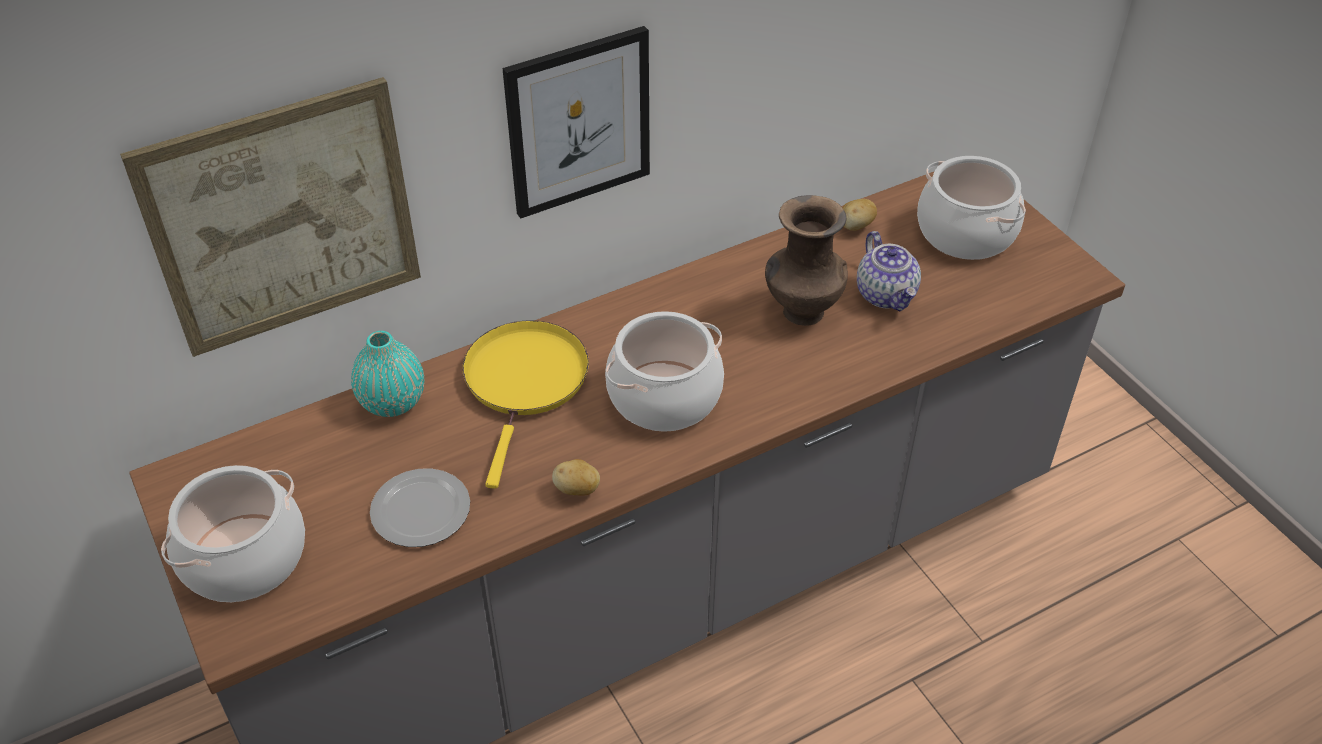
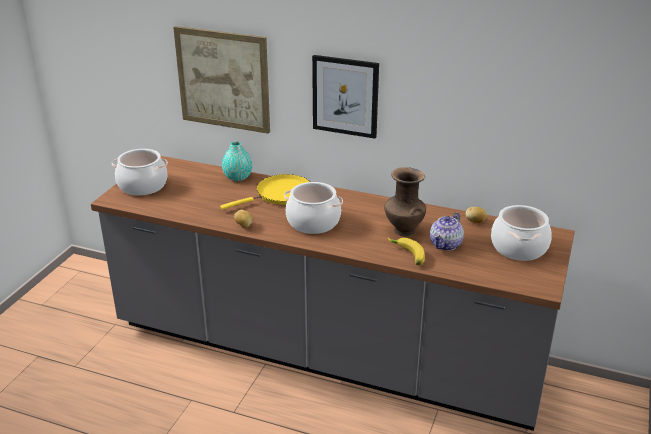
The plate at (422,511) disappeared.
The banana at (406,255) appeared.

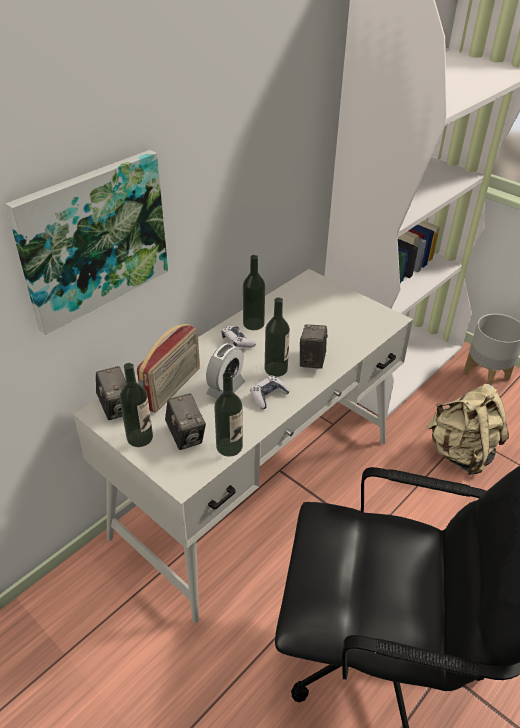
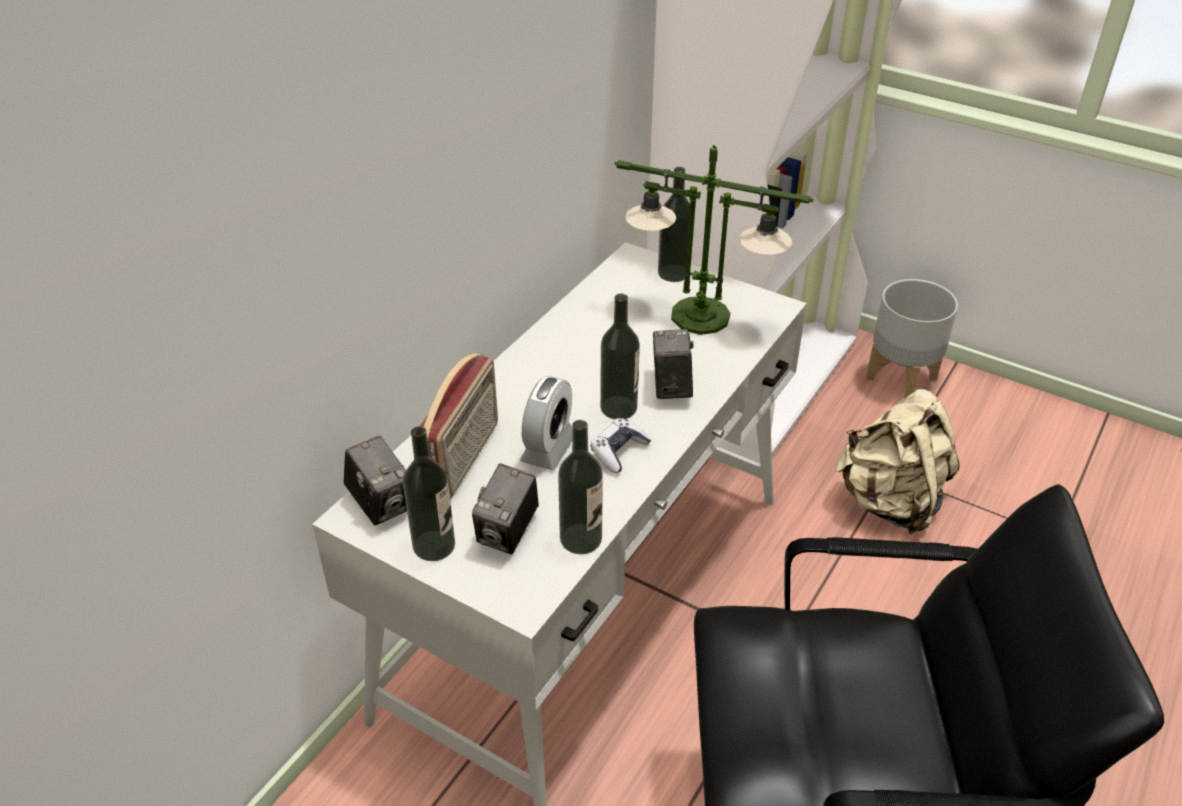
The picture at (93,239) disappeared.
The photo camera at (186,436) turned 60 degrees clockwise.
The game controller at (237,341) disappeared.
The bottle moved from (253,324) to (673,273).
The table lamp at (699,316) appeared.

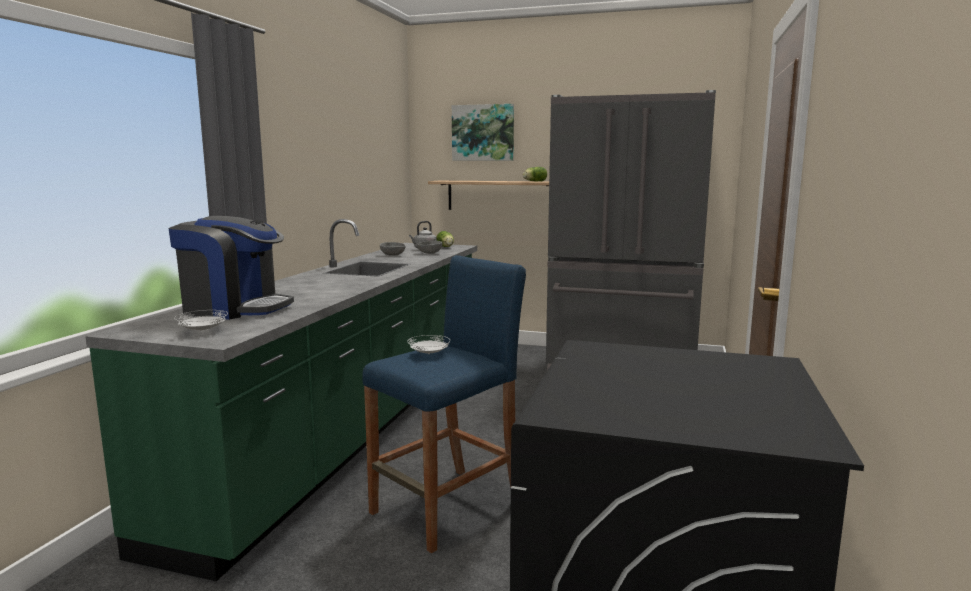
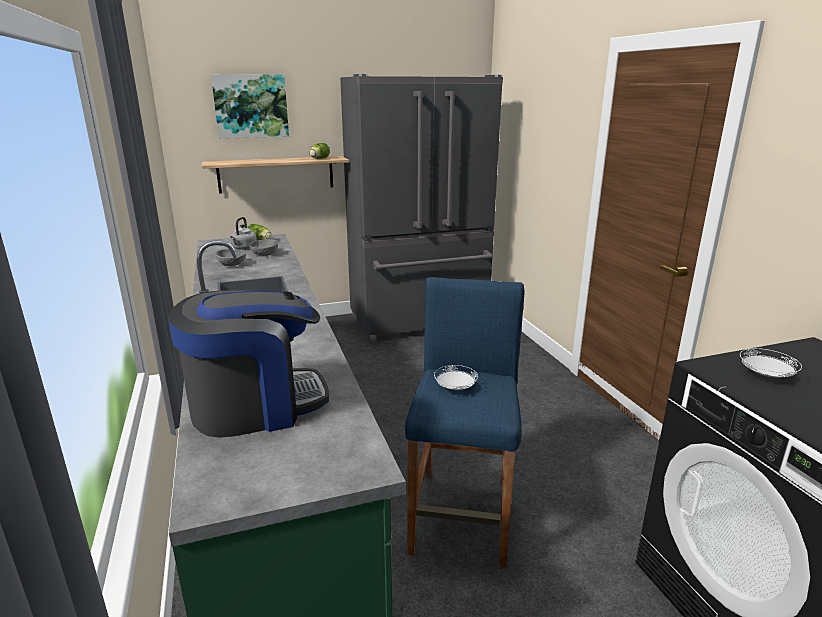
The white plate moved from (202,331) to (766,376).

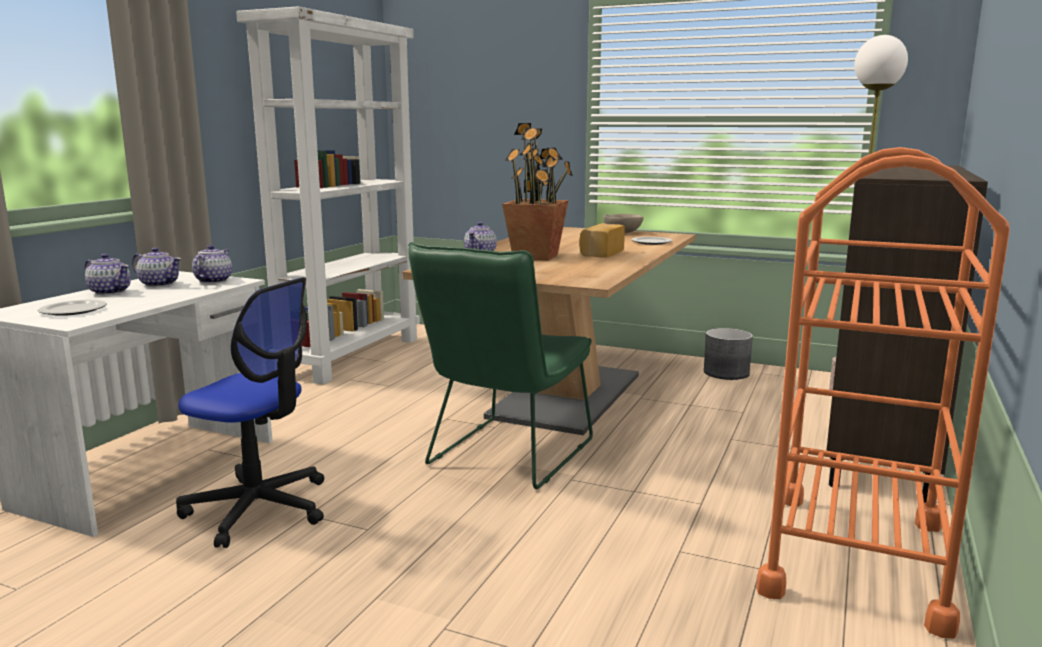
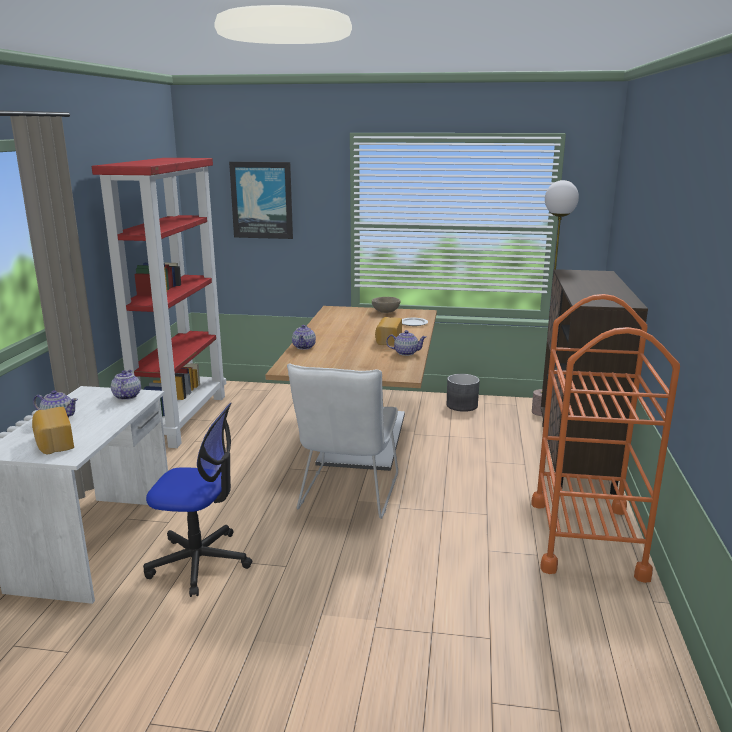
The plate at (72,310) was replaced by the bread at (53,442).
The teapot moved from (159,284) to (405,353).
The white bookcase at (351,356) became the red bookcase at (182,418).
The green chair at (505,456) became the white chair at (347,495).
The potted plant at (536,256) disappeared.
The picture at (262,200) appeared.

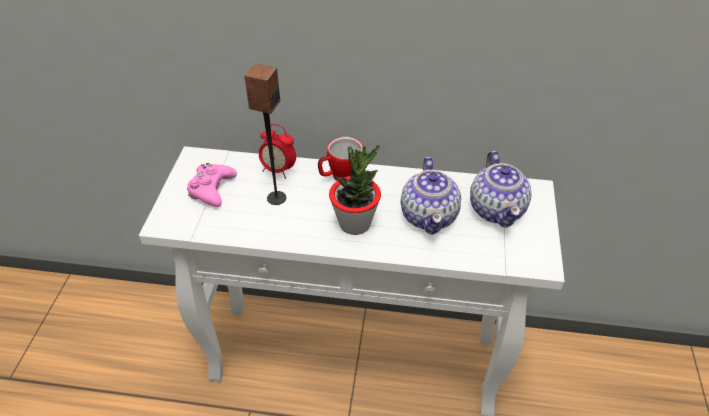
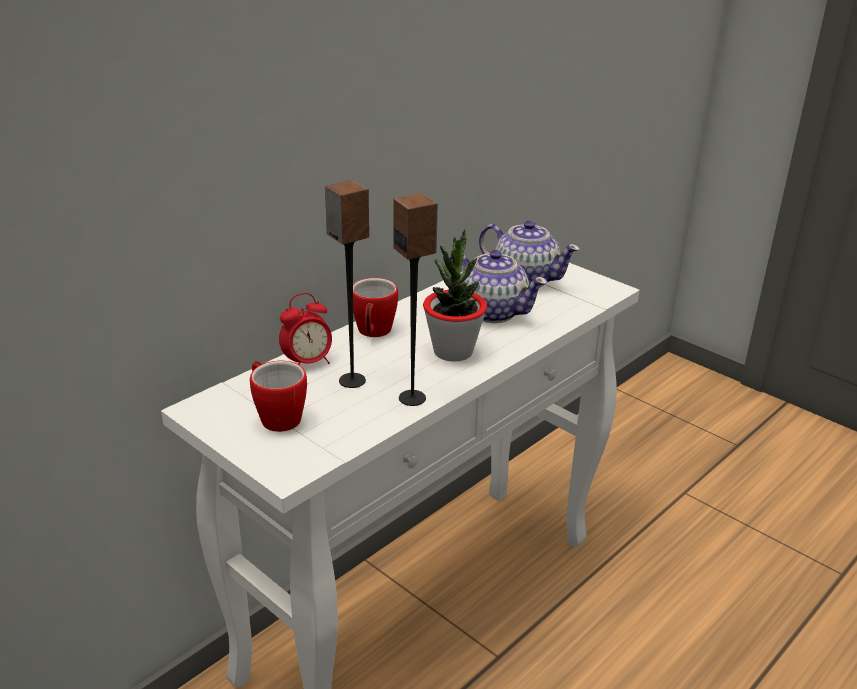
The pink game controller at (212,189) was replaced by the mug at (276,416).
The speaker at (413,398) appeared.

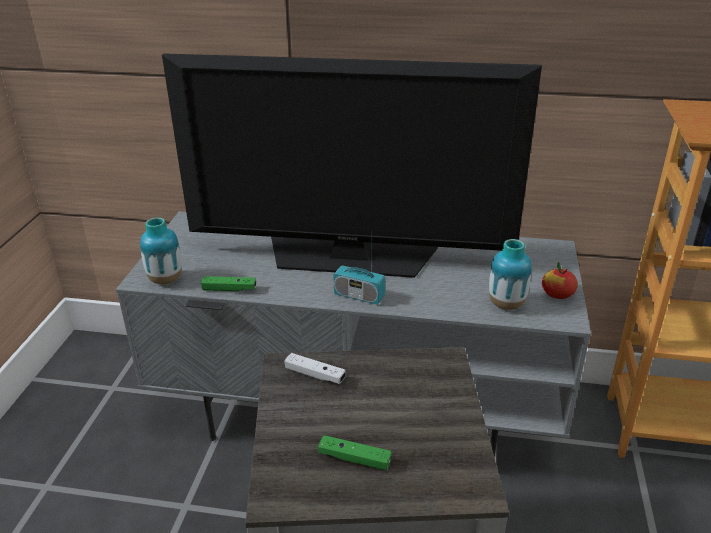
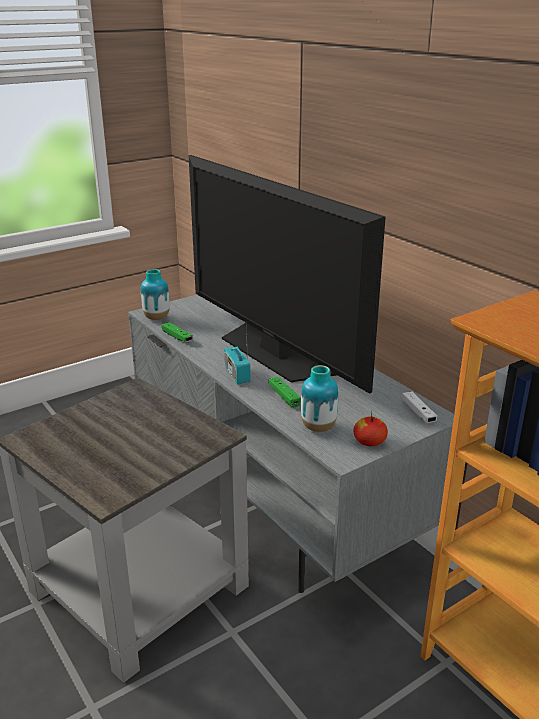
The white game controller moved from (315,375) to (418,412).
The green game controller moved from (354,459) to (284,396).

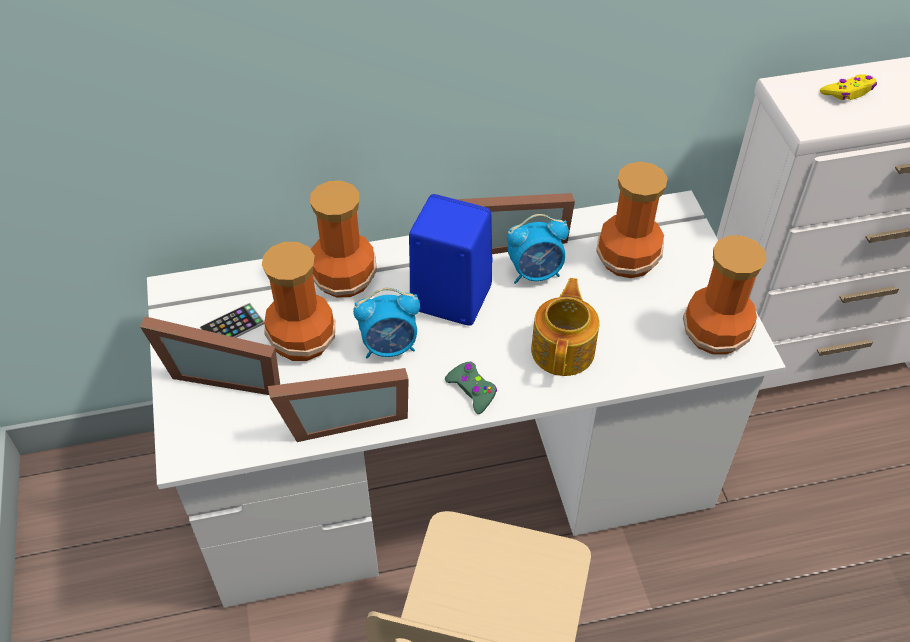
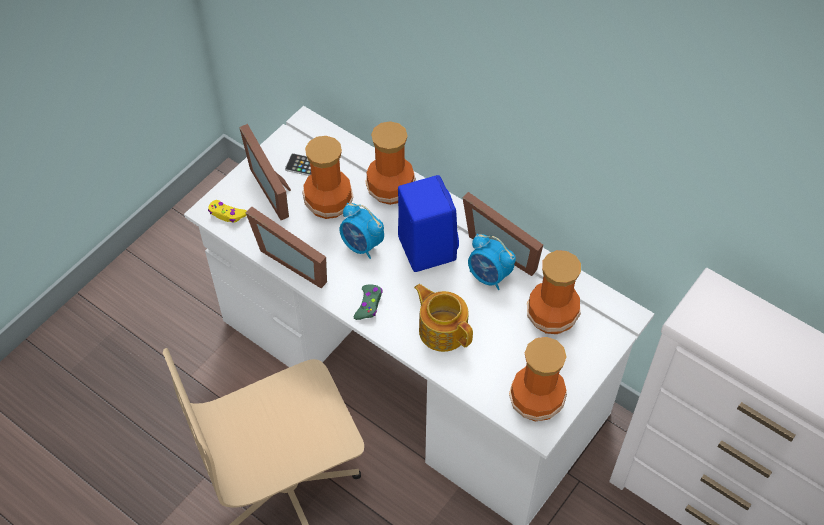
The teapot at (564,349) turned 105 degrees counterclockwise.
The yellow game controller moved from (848,92) to (227,214).

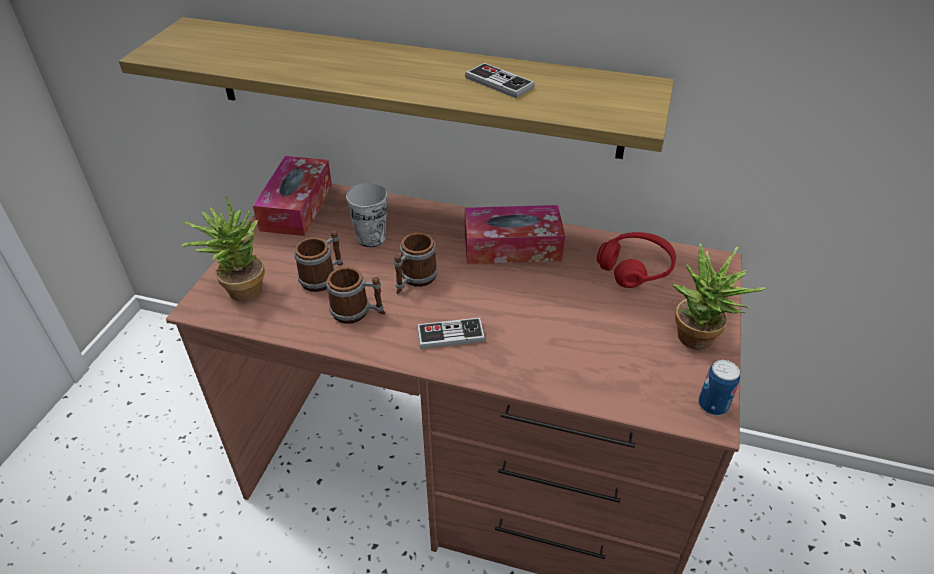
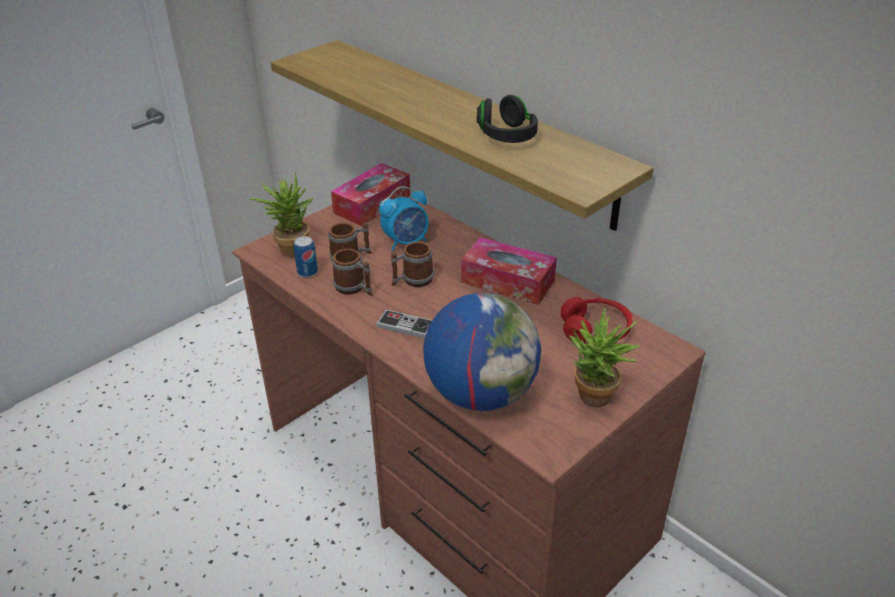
The cup at (371,238) was replaced by the alarm clock at (406,242).
The game controller at (499,82) was replaced by the black headphones at (506,136).
The can moved from (713,405) to (307,272).
The globe at (481,393) appeared.

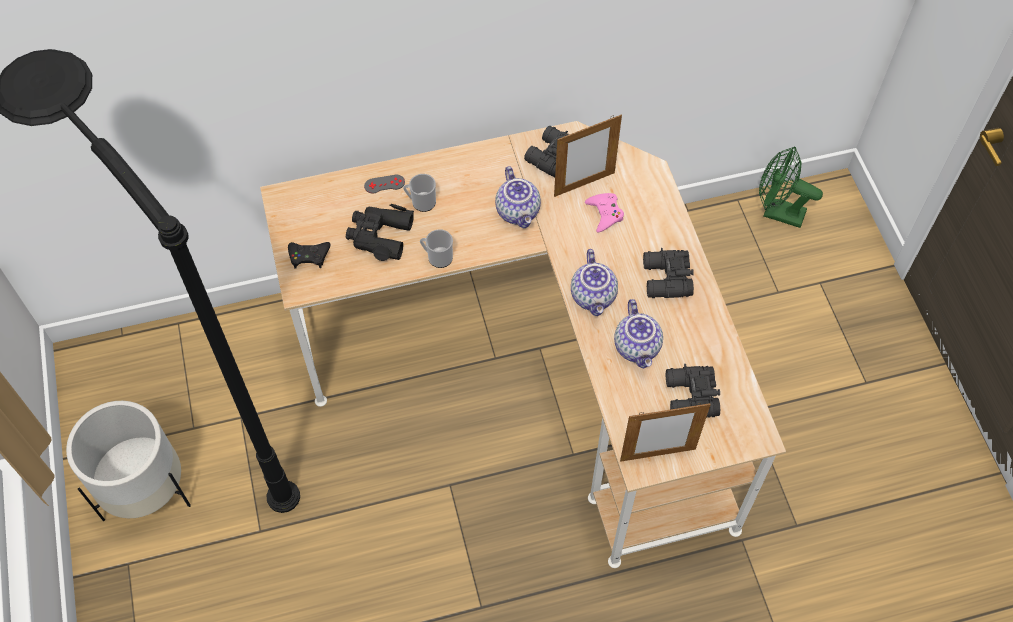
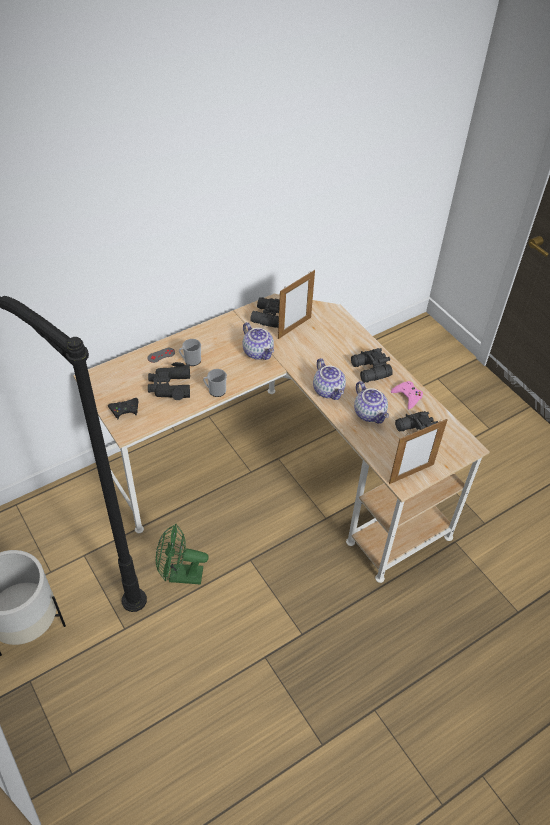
The pink game controller moved from (605,214) to (407,396).
The green fan moved from (777,212) to (180,575).

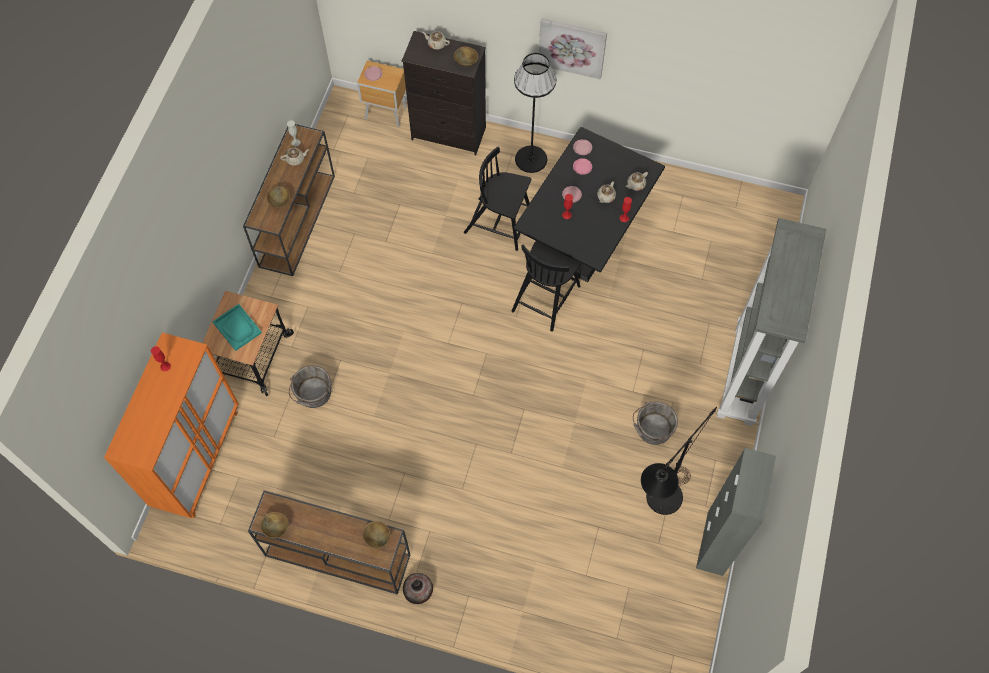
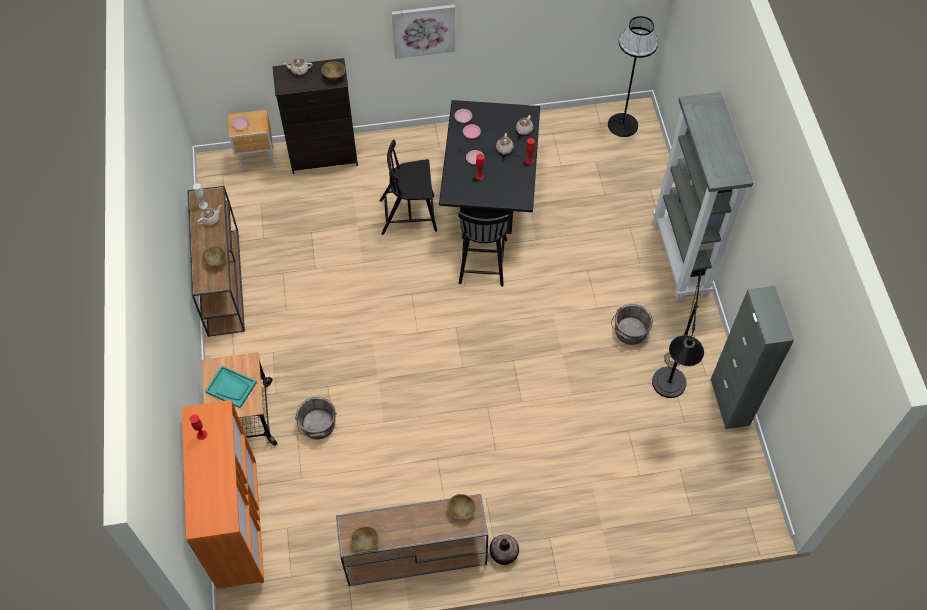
The black floor lamp moved from (531,159) to (622,124).

